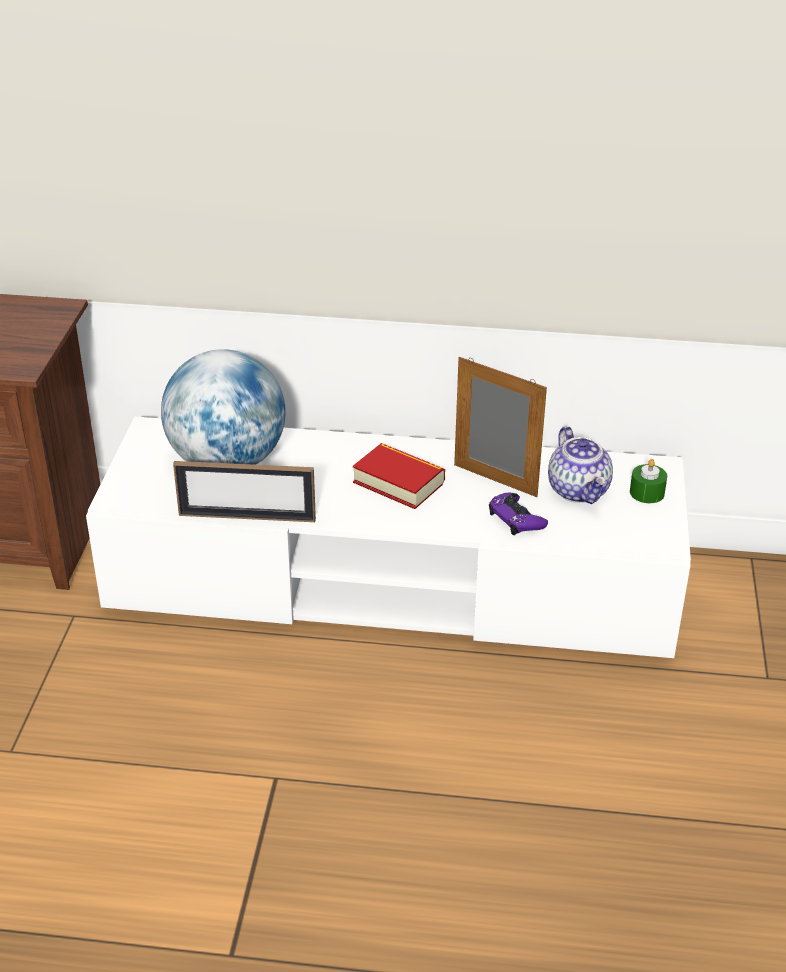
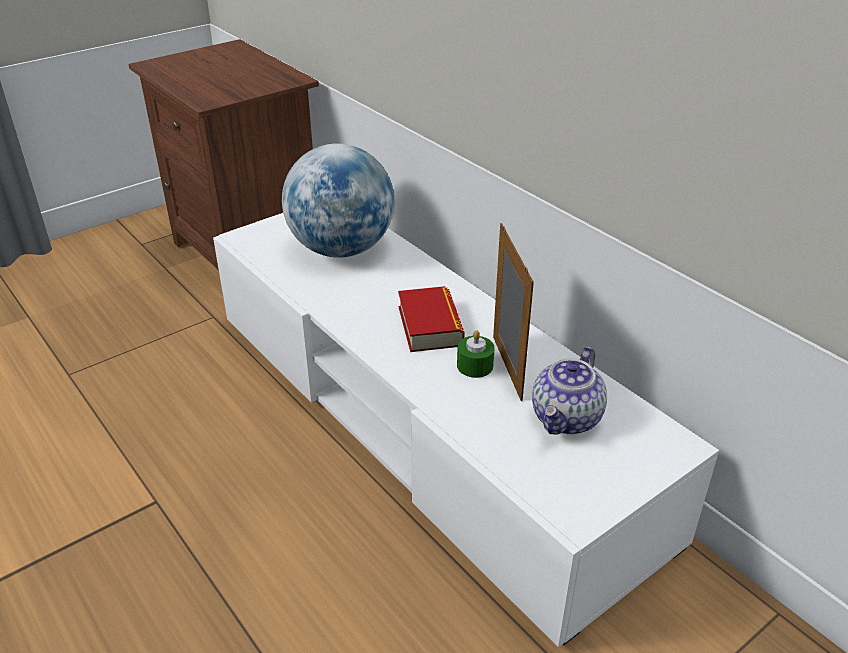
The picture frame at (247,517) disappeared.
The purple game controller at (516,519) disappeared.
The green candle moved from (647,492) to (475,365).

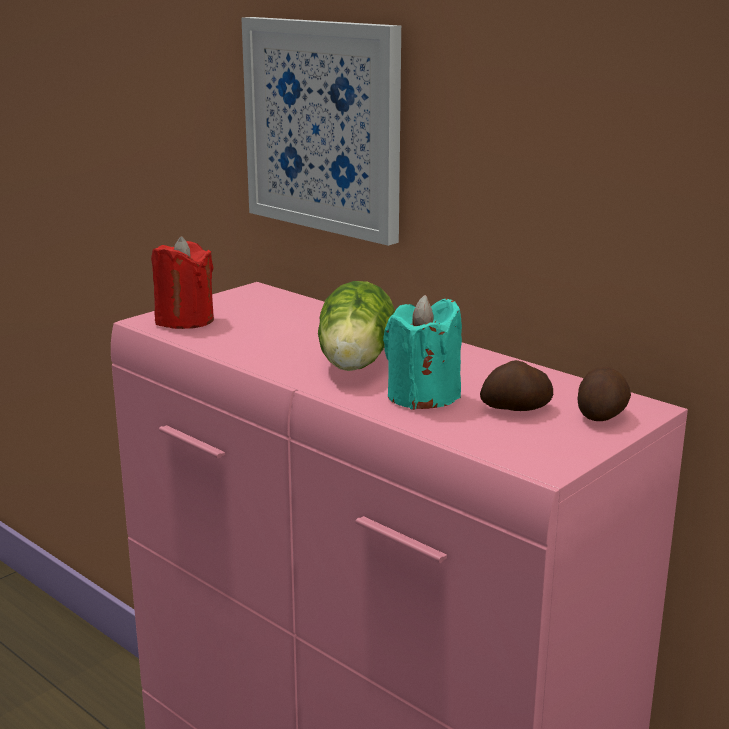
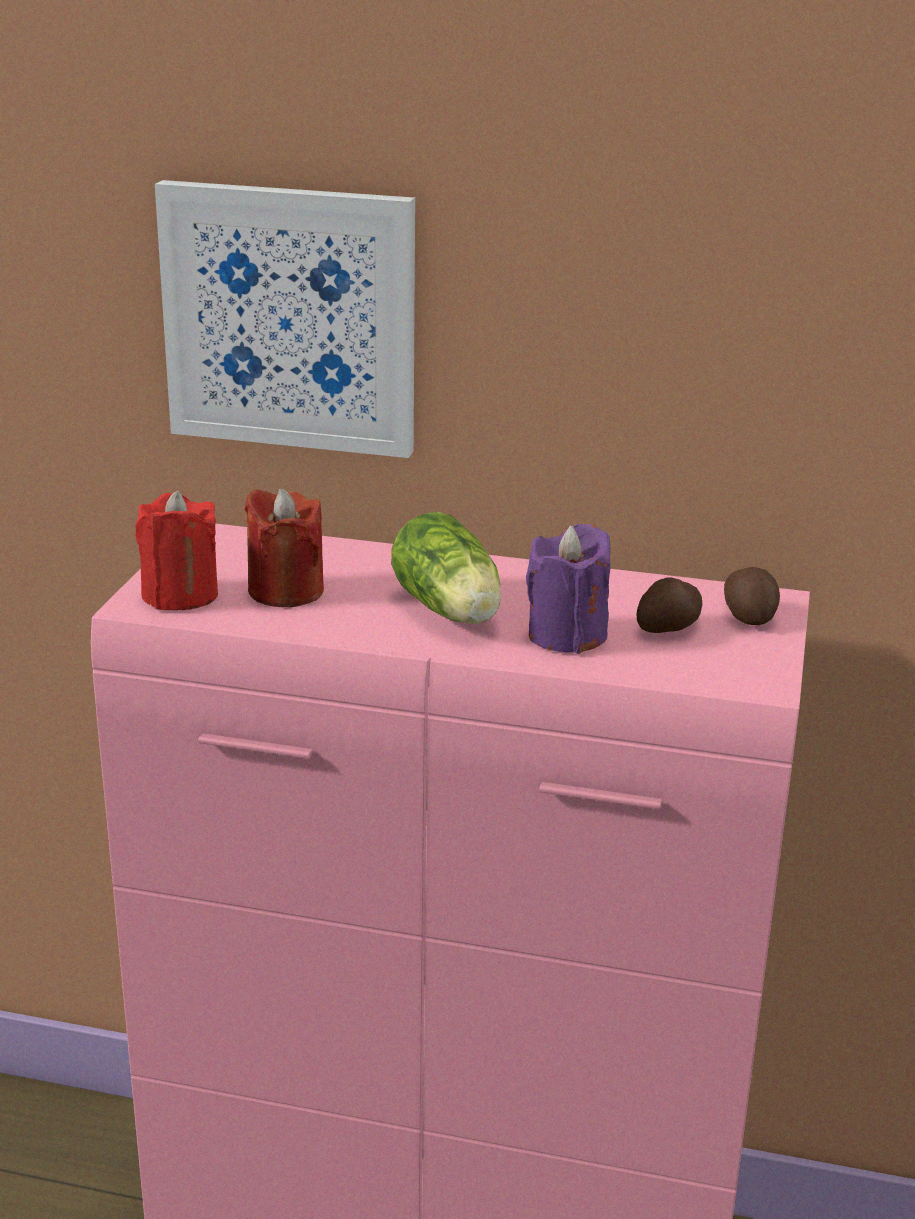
The turquoise candle at (422,396) became the purple candle at (567,635).
The red candle at (286,591) appeared.

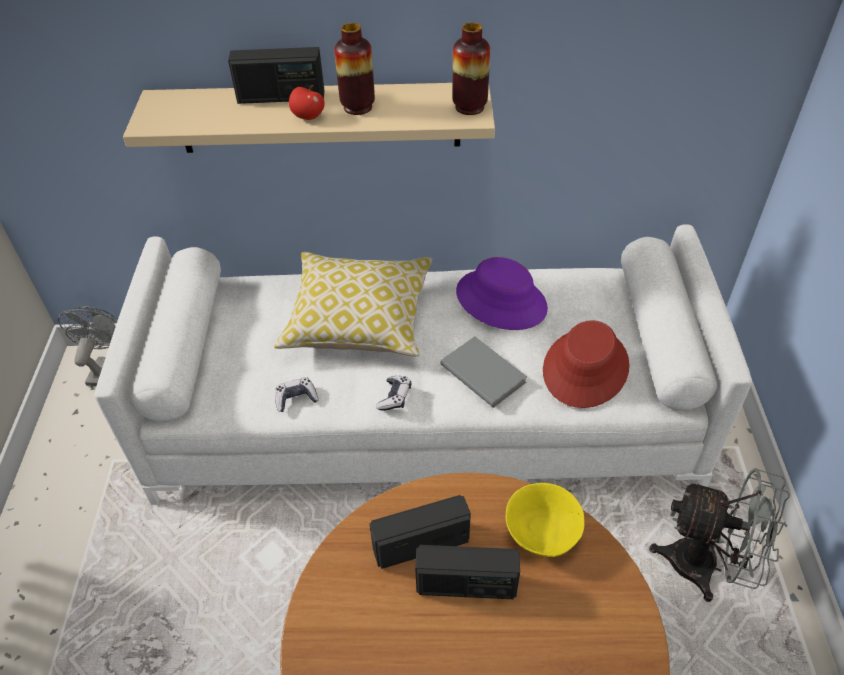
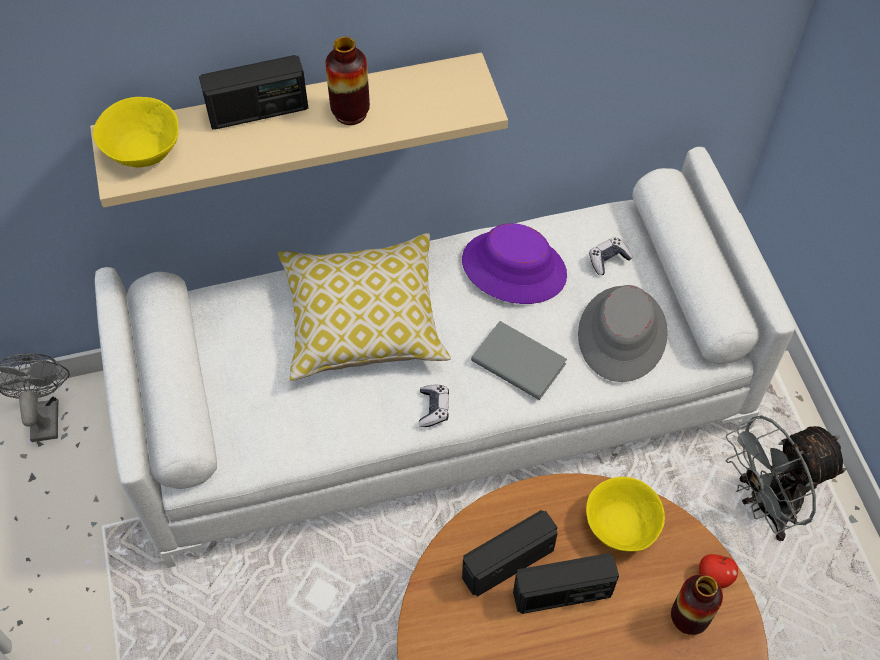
The game controller moved from (296,398) to (608,259).
The apple moved from (308,117) to (714,577).
The vase moved from (469,107) to (688,618).
The red hat at (586,368) became the grey hat at (622,334).
The grey fan at (706,566) turned 150 degrees clockwise.
The yellow bowl at (142,152) appeared.

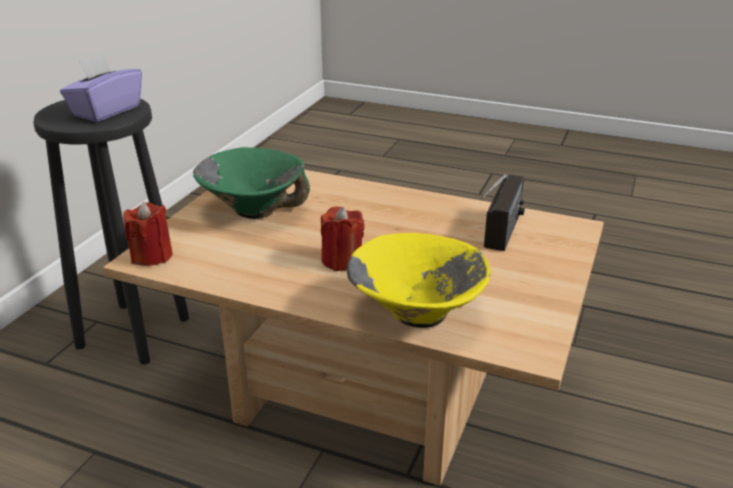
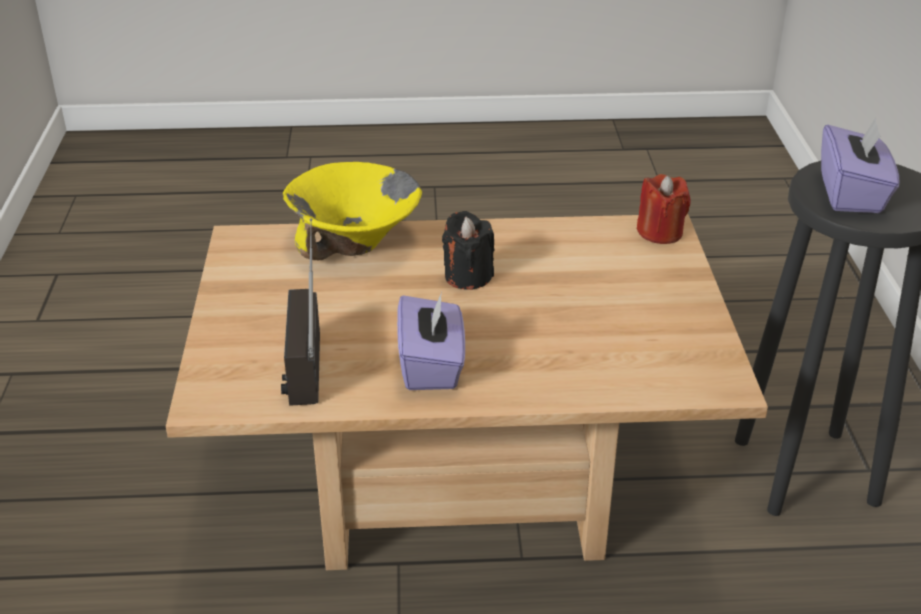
The green bowl at (254,210) disappeared.
The red candle at (342,260) became the black candle at (468,276).
The purple tissue box at (431,366) appeared.

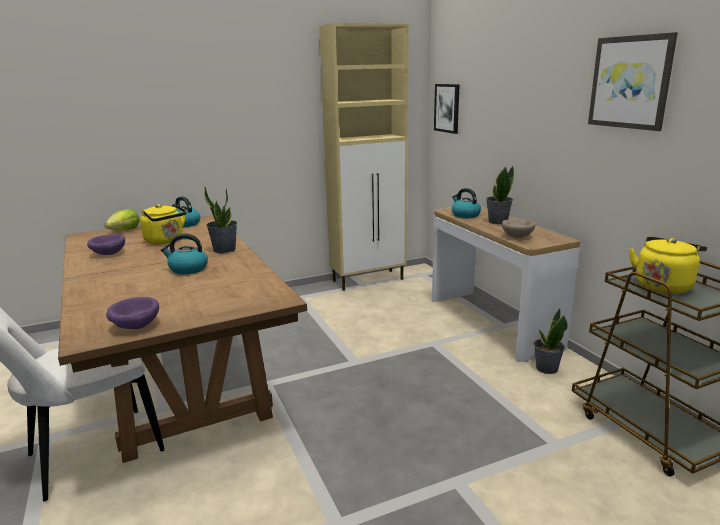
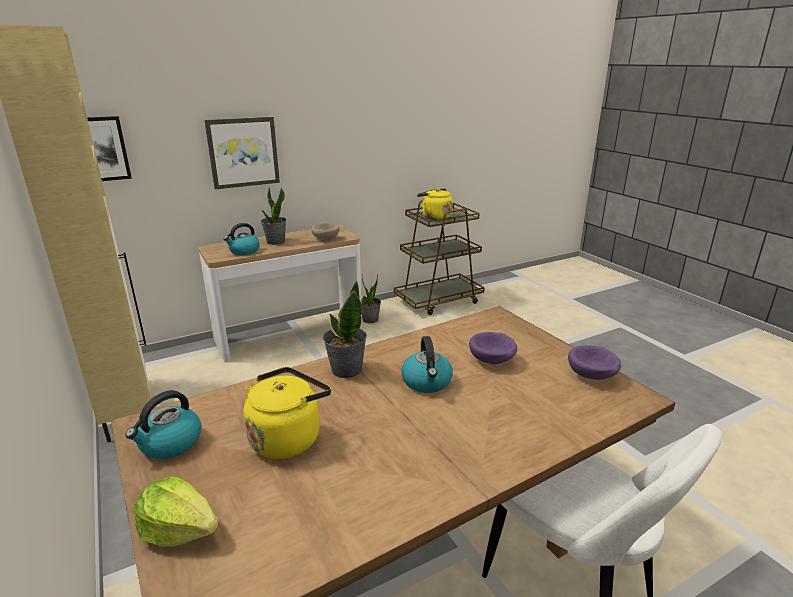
The purple bowl moved from (108,254) to (492,361).
The picture moved from (630,82) to (243,152).

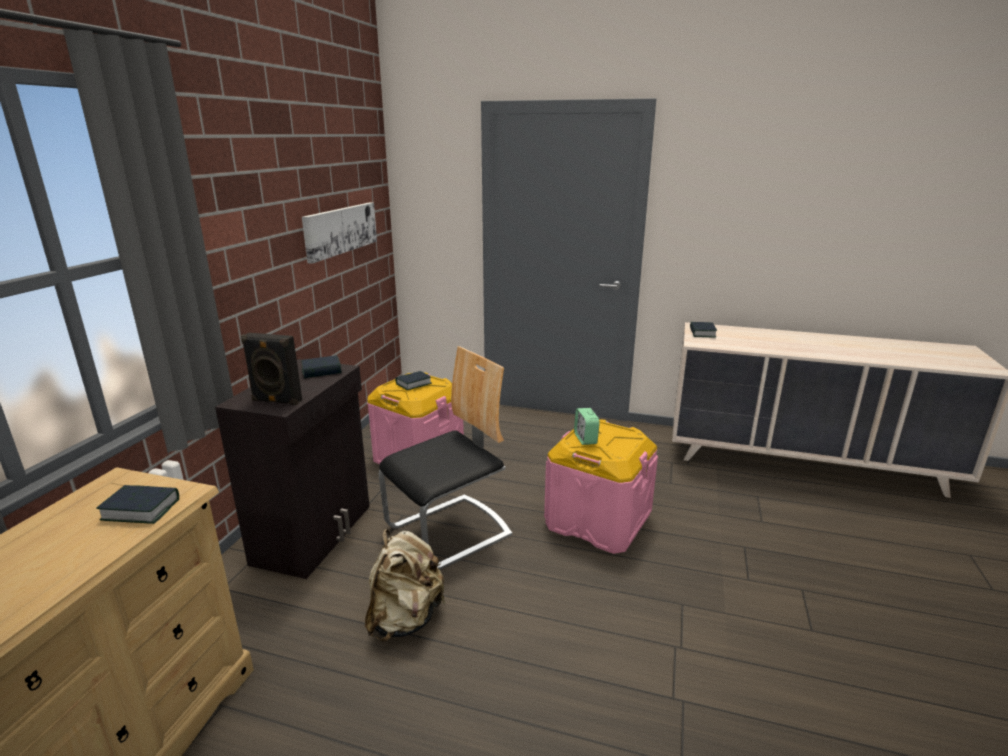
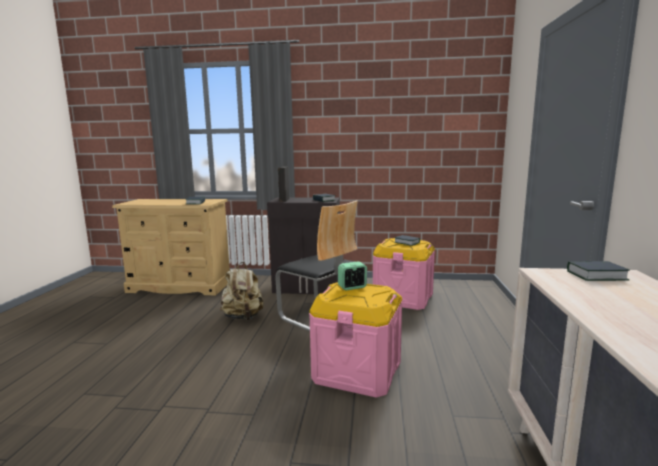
The picture at (340,230) disappeared.

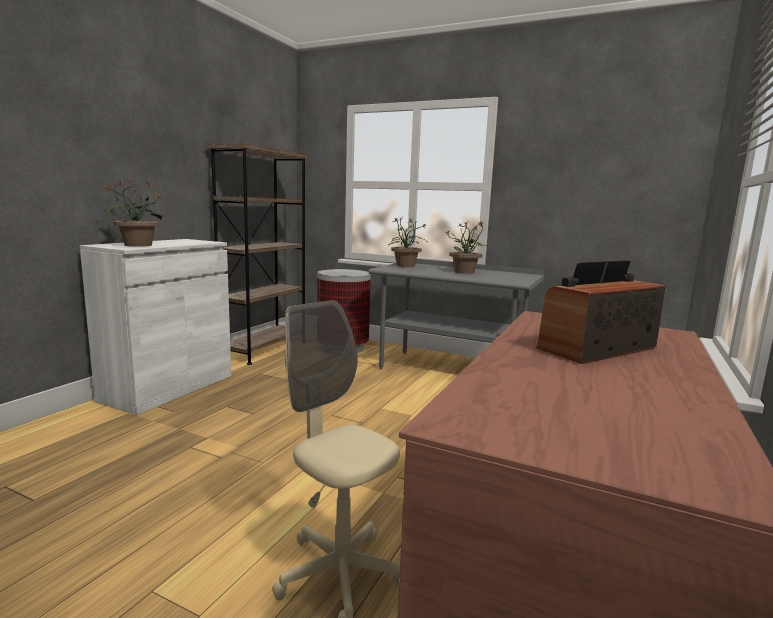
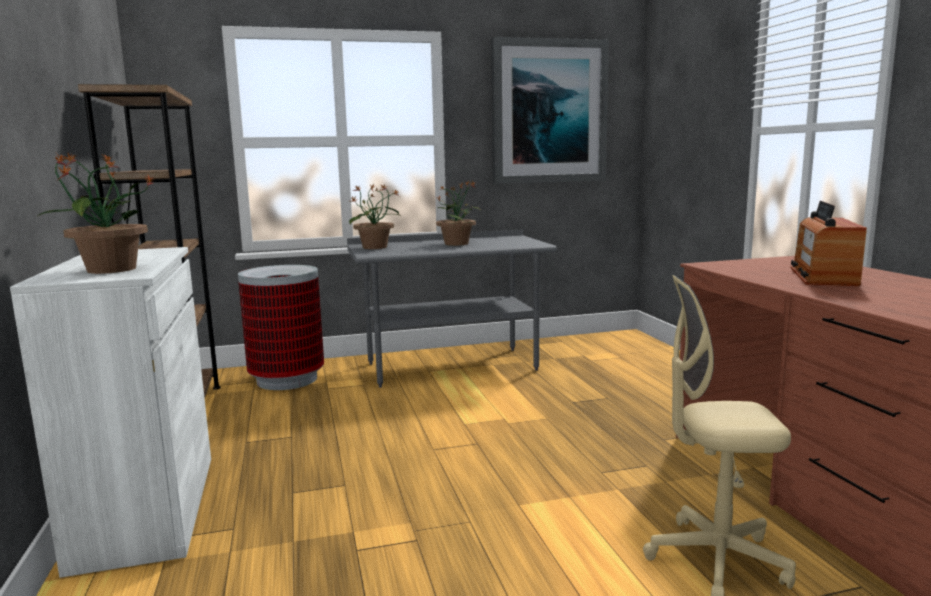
The picture at (548,112) appeared.

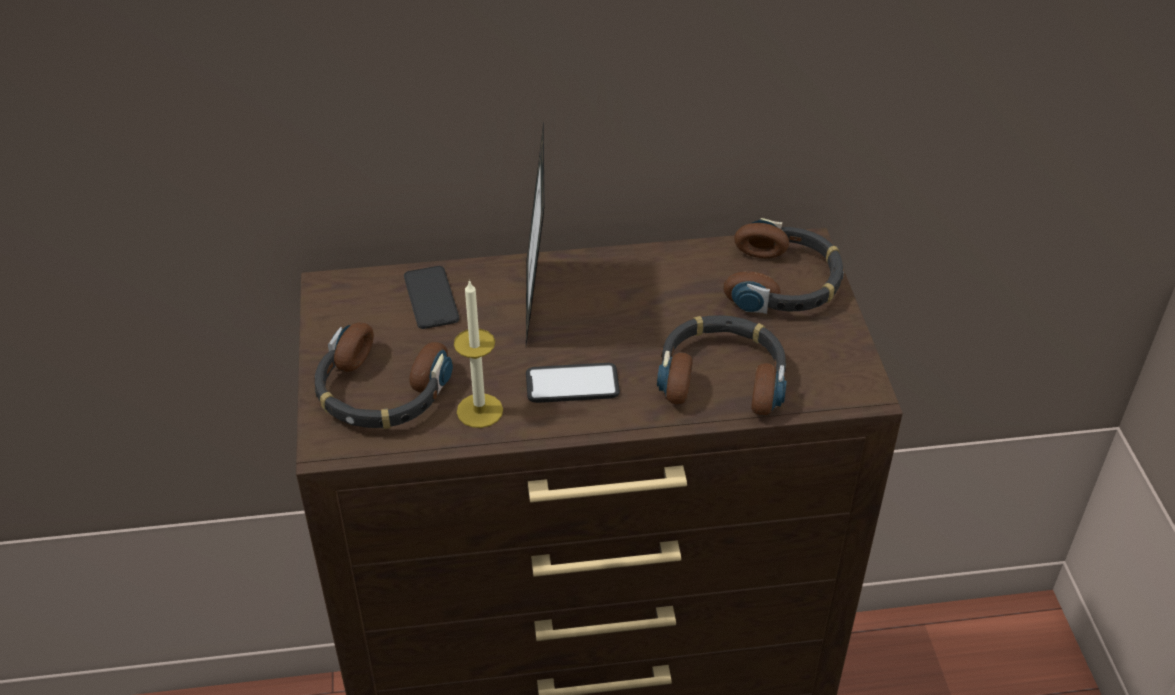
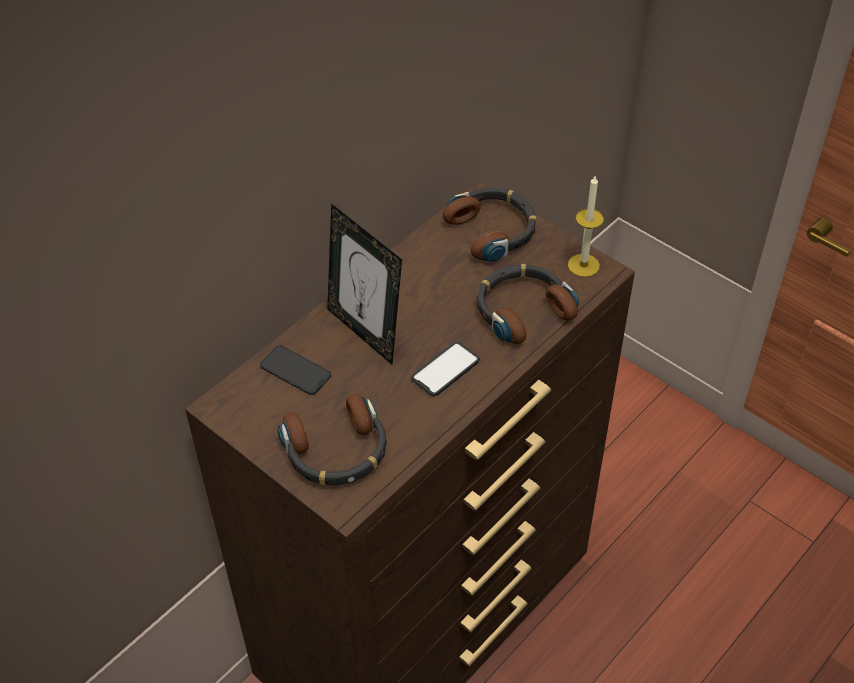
The candle moved from (479,410) to (583,265).

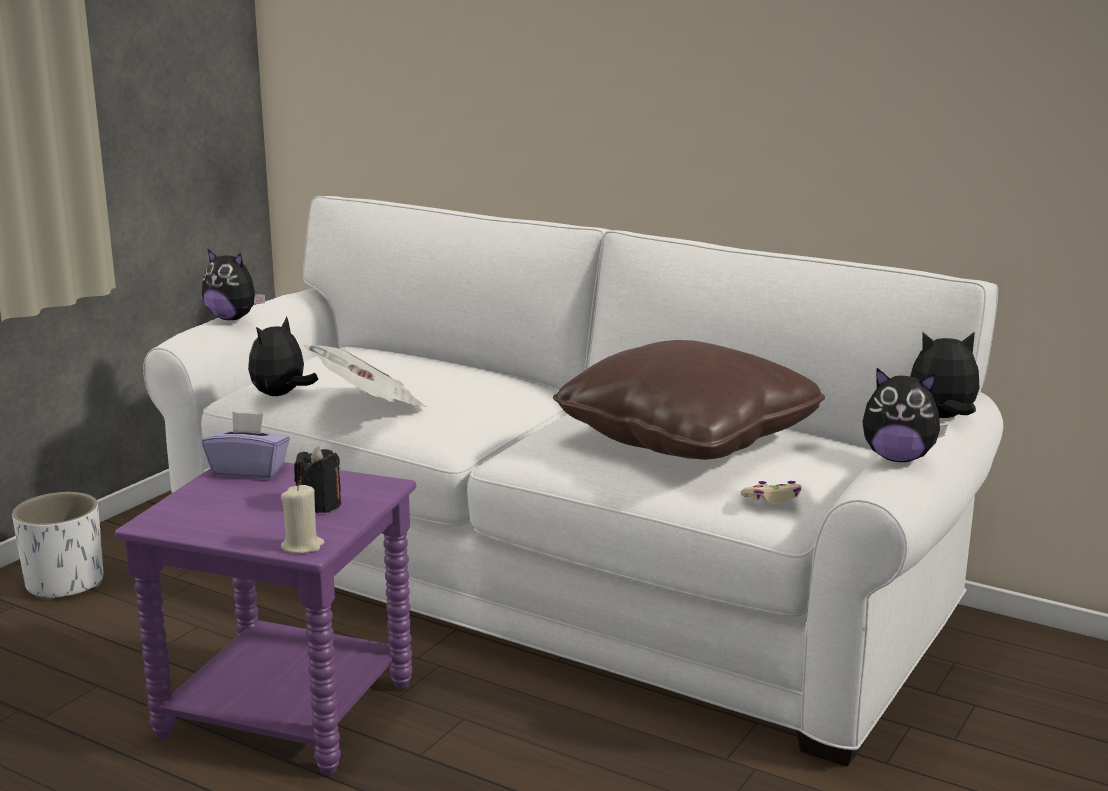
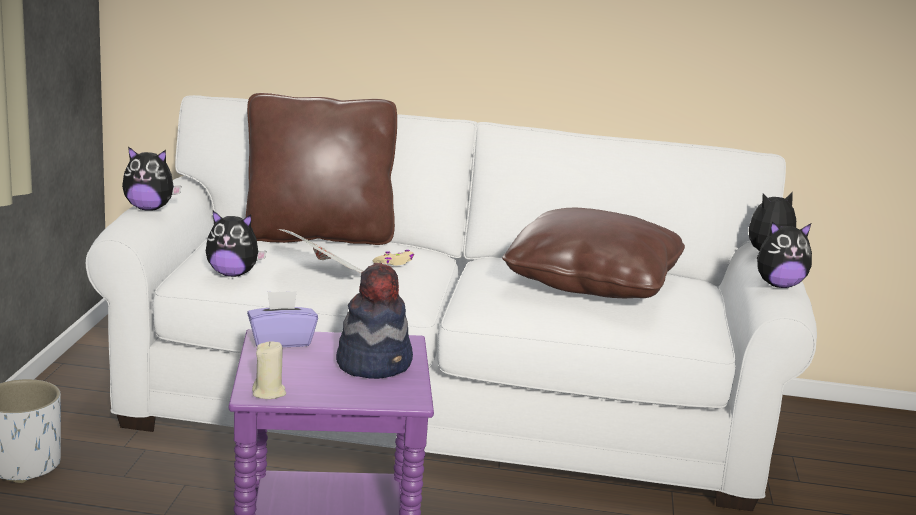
The plush toy at (281,395) turned 90 degrees counterclockwise.
The beige candle moved from (302,546) to (269,393).
The black candle at (320,505) was replaced by the hat at (375,363).
The beige game controller moved from (773,499) to (394,263).
The brown pillow at (319,236) appeared.

